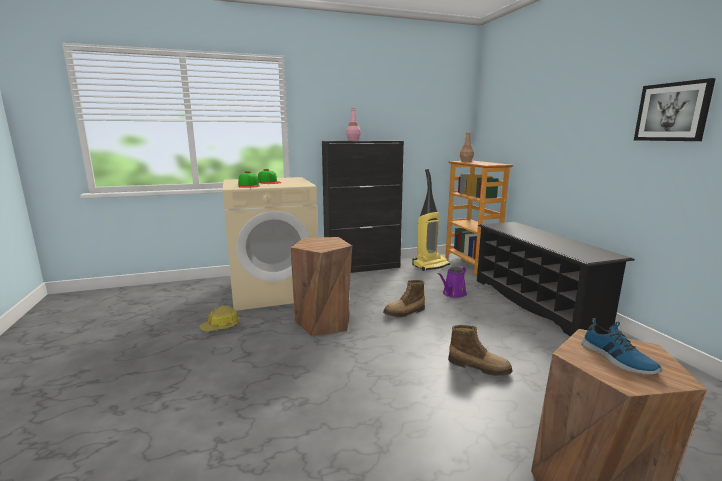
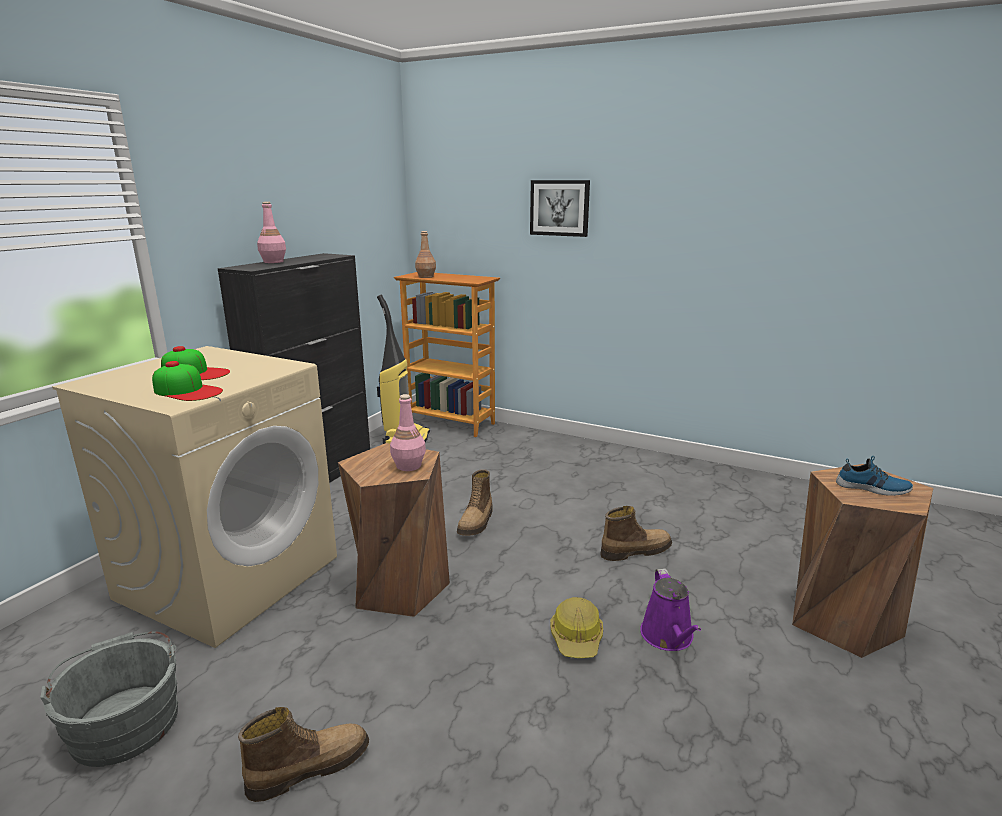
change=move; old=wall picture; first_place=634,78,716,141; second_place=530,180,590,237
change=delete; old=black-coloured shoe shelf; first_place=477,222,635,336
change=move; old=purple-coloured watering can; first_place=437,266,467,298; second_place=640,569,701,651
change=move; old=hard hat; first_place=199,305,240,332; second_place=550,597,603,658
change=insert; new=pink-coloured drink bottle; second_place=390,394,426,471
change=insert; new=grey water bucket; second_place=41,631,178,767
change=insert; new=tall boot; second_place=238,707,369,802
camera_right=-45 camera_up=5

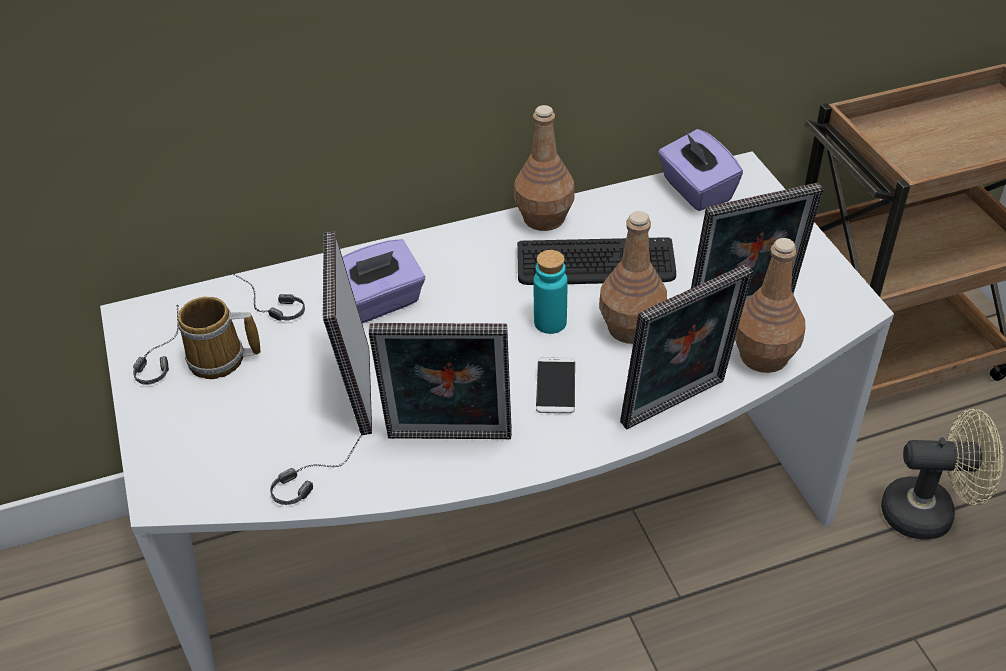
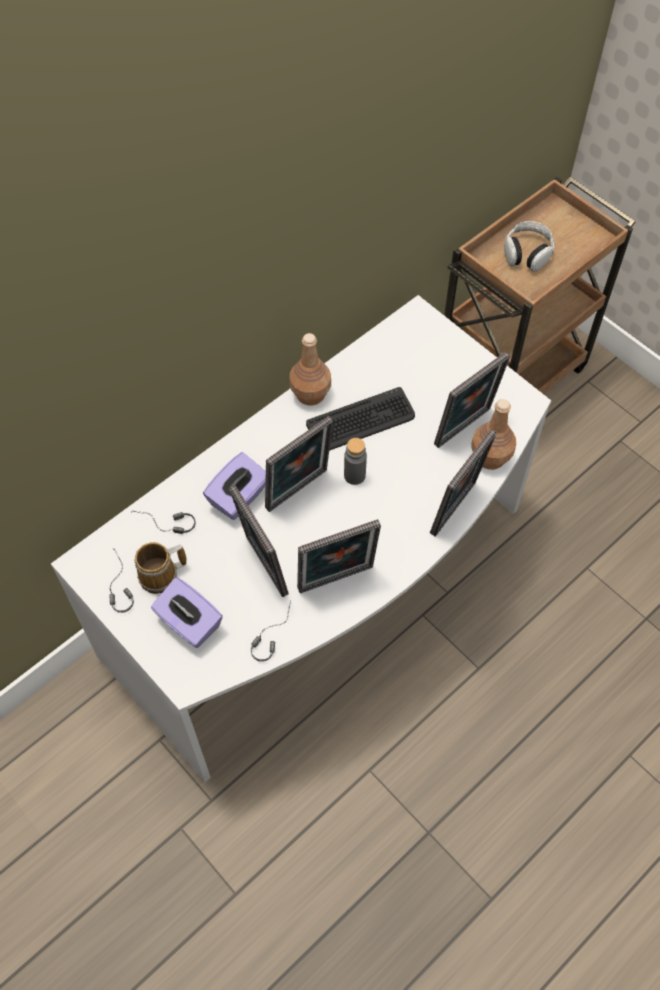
change=move; old=purple-coloured box of tissues; first_place=658,129,743,211; second_place=151,577,223,648
change=delete; old=brown drink bottle; first_place=599,211,667,344
change=recolor; old=blue-green drink bottle; new=grey drink bottle; first_place=534,250,567,334; second_place=344,438,367,485
change=delete; old=handset; first_place=536,357,575,414
change=delete; old=sand-coloured electric fan; first_place=881,409,1003,540
change=insert; new=headset; second_place=504,221,554,272
change=insert; new=standing frame; second_place=265,416,333,512
camera_right=-25 camera_up=15

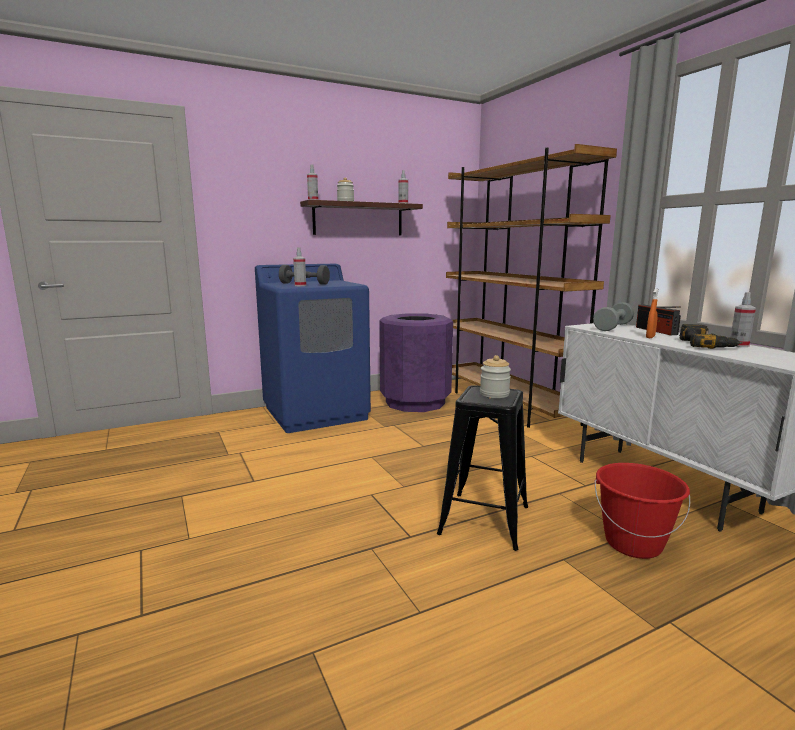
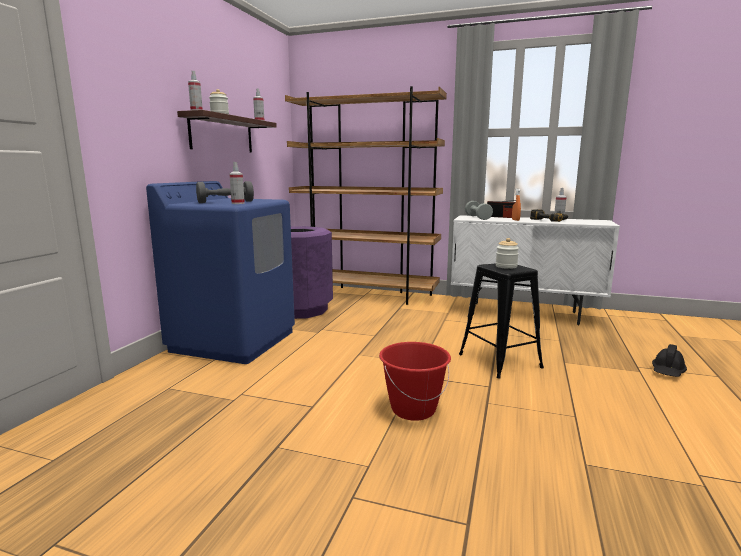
change=move; old=red water bucket; first_place=594,463,690,559; second_place=379,342,451,421
change=insert; new=black-coloured hard hat; second_place=652,344,687,377
camera_right=-45 camera_up=0

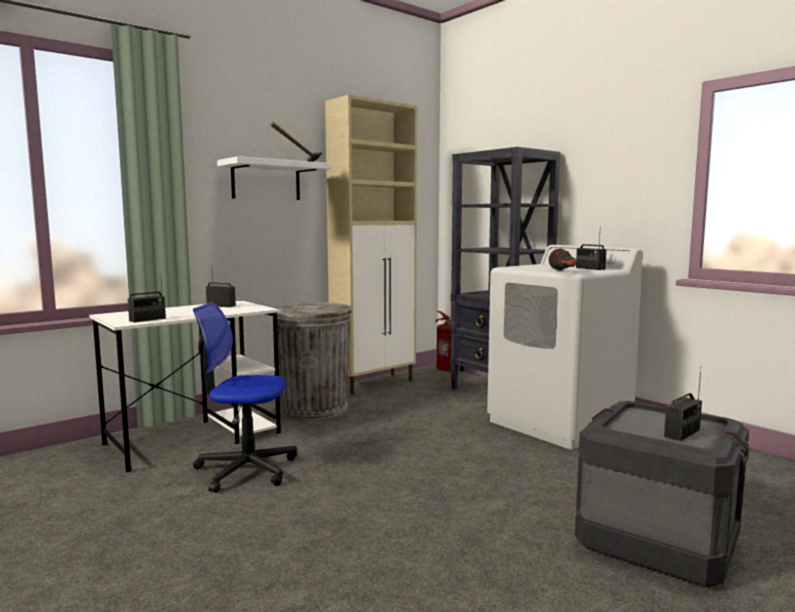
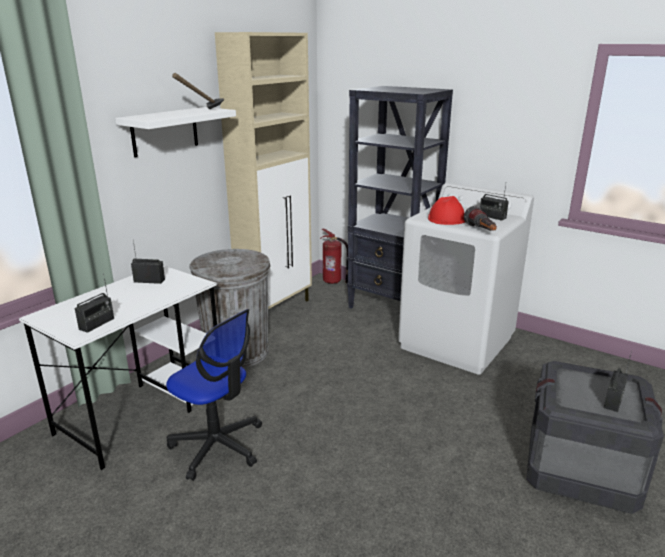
change=rotate; old=computer chair; first_place=193,302,297,493; second_place=166,309,262,481; degrees=-135
change=insert; new=red hard hat; second_place=428,196,465,225
camera_right=-15 camera_up=15

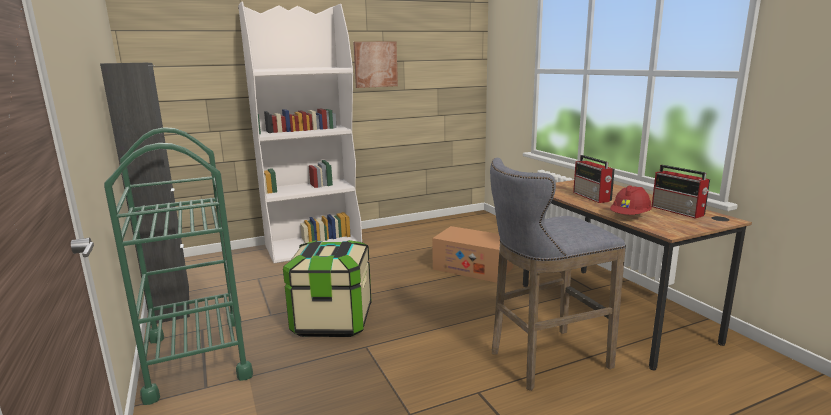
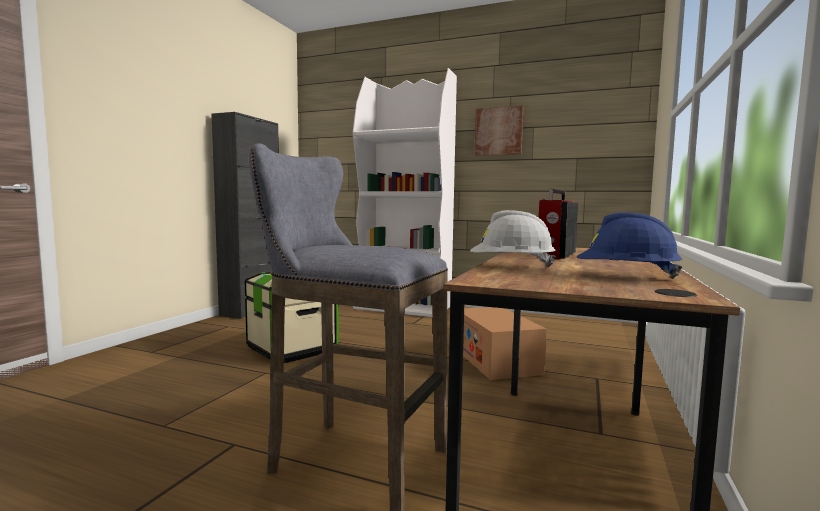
change=delete; old=greenish wheeled cart; first_place=104,127,253,405
change=replace; old=radio; new=blue-coloured hard hat; first_place=652,165,710,219; second_place=577,212,683,279
change=recolor; old=red hard hat; new=white hard hat; first_place=610,185,652,215; second_place=470,210,556,268
camera_right=45 camera_up=-10

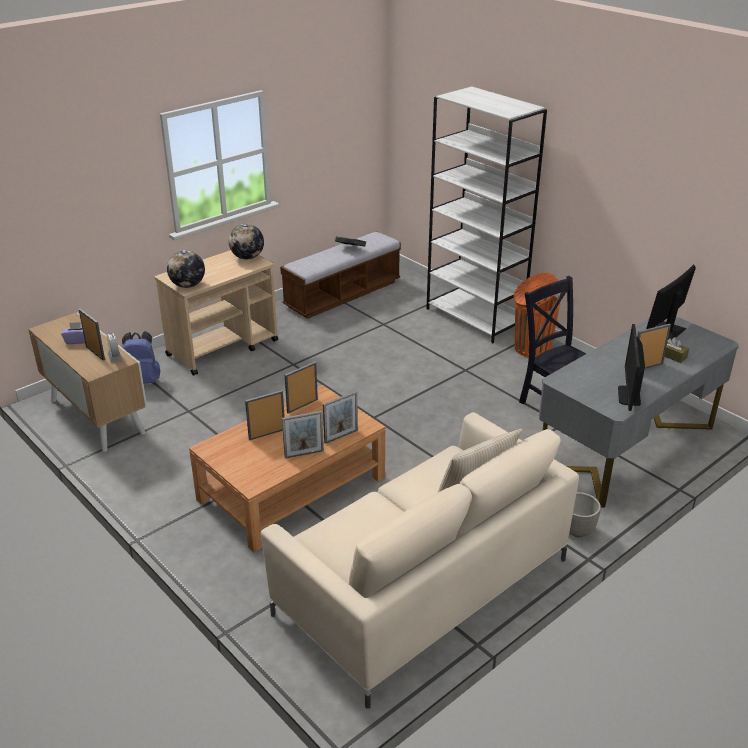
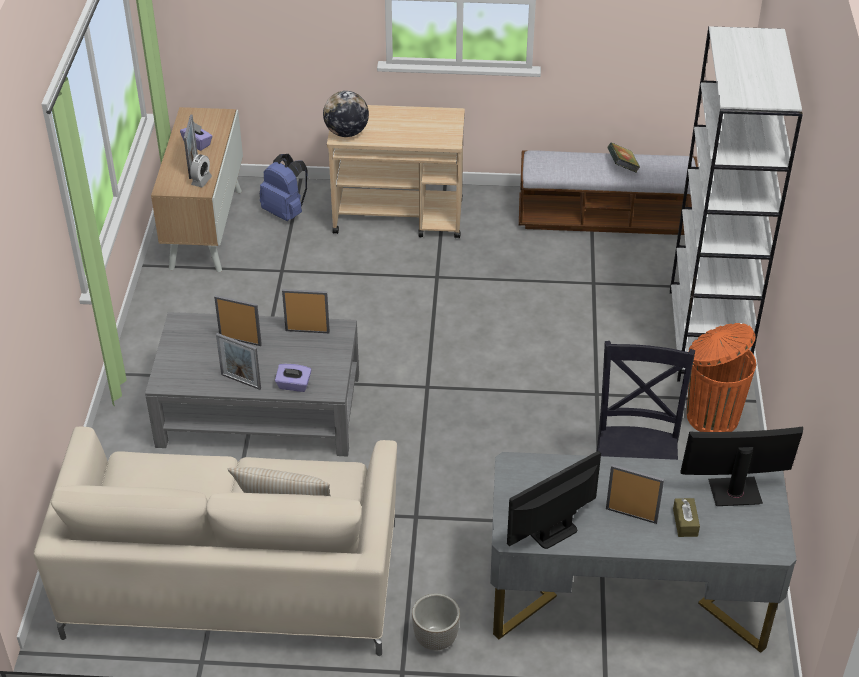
change=delete; old=desk globe; first_place=229,224,264,260
change=recolor; old=brown lounge table; new=grey lounge table; first_place=189,385,386,552; second_place=145,312,359,457
change=replace; old=standing frame; new=purple-coloured box of tissues; first_place=323,391,358,444; second_place=275,364,312,392
camera_right=45 camera_up=10

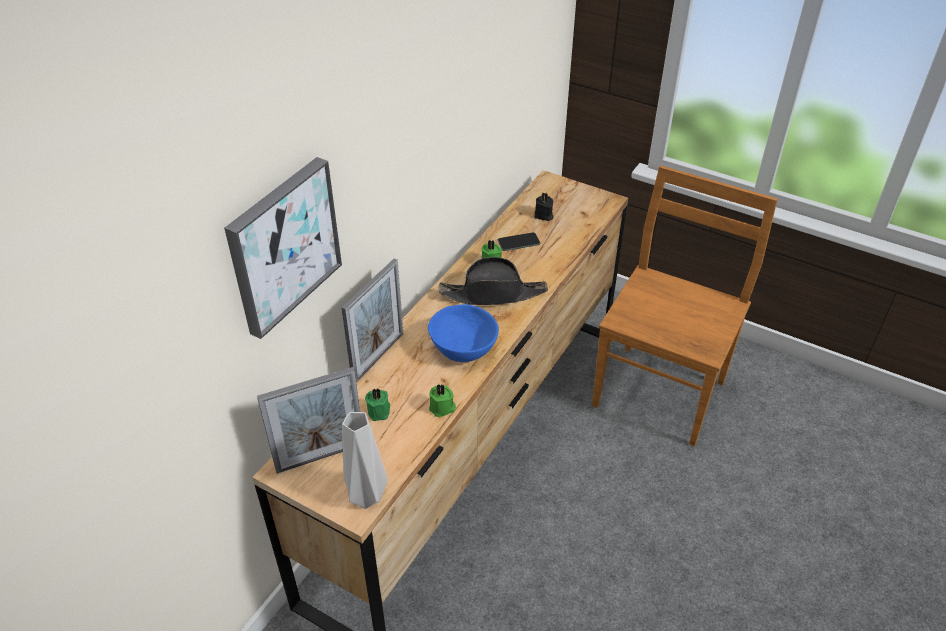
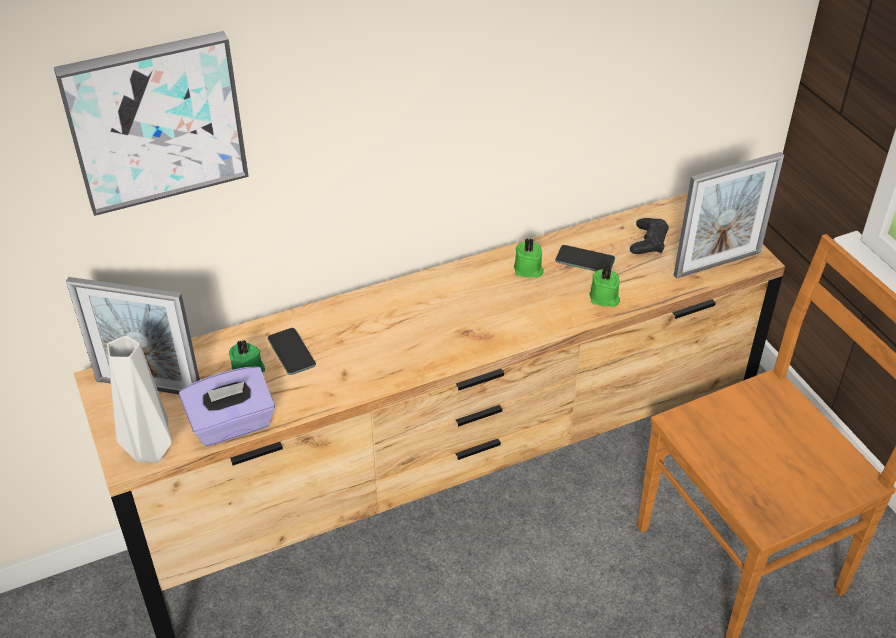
change=replace; old=black-coloured wax light; new=black-coloured joypad; first_place=534,193,553,221; second_place=630,218,669,254
change=delete; old=black-coloured wearable hat; first_place=438,257,548,305
change=move; old=standing frame; first_place=341,259,403,383; second_place=674,152,784,279
change=delete; old=blue-coloured bowl; first_place=428,304,499,362
change=move; old=greenish wax light; first_place=429,384,456,417; second_place=589,266,620,307
change=insert; new=handset; second_place=268,328,316,375
change=insert; new=purple-coloured box of tissues; second_place=179,367,275,447
camera_right=35 camera_up=0

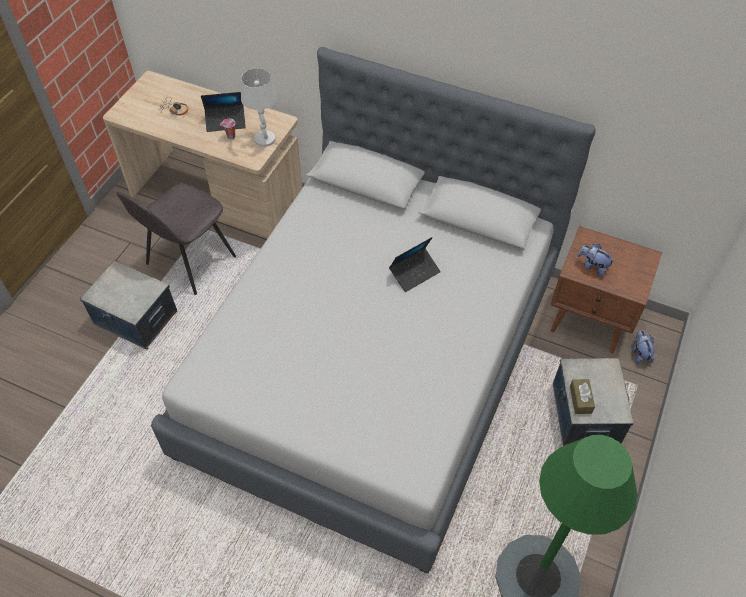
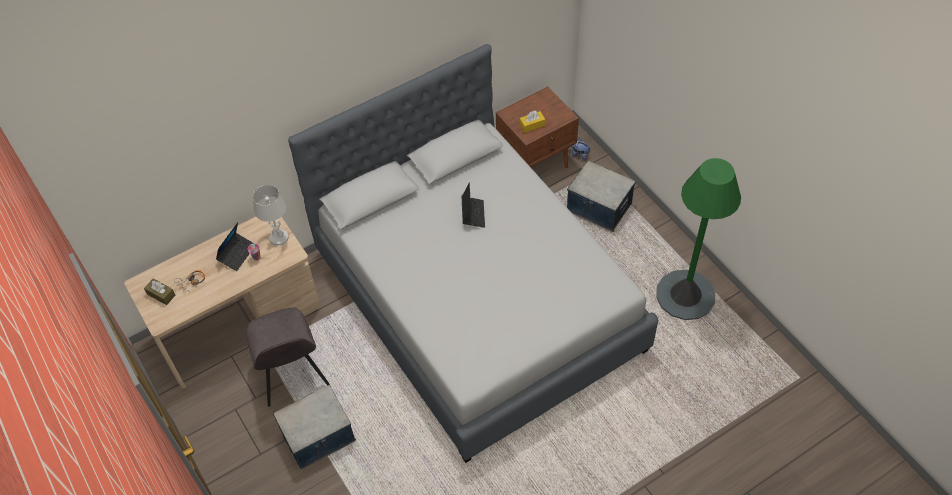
change=replace; old=plush toy; new=yellow-coloured box of tissues; first_place=577,244,615,277; second_place=520,111,545,133
change=move; old=brown box of tissues; first_place=570,379,595,414; second_place=144,278,176,305
camera_right=-55 camera_up=0

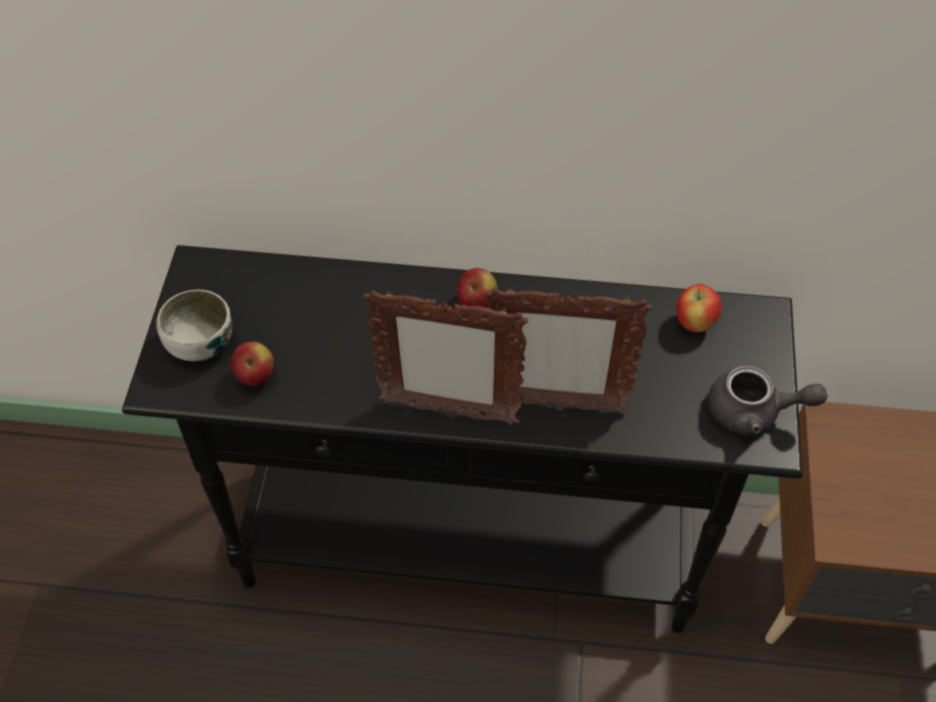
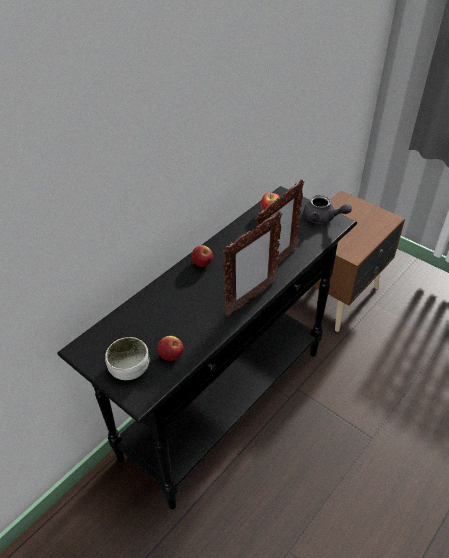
change=rotate; old=grey teapot; first_place=708,366,827,437; second_place=304,195,352,224; degrees=75
camera_right=-55 camera_up=-10

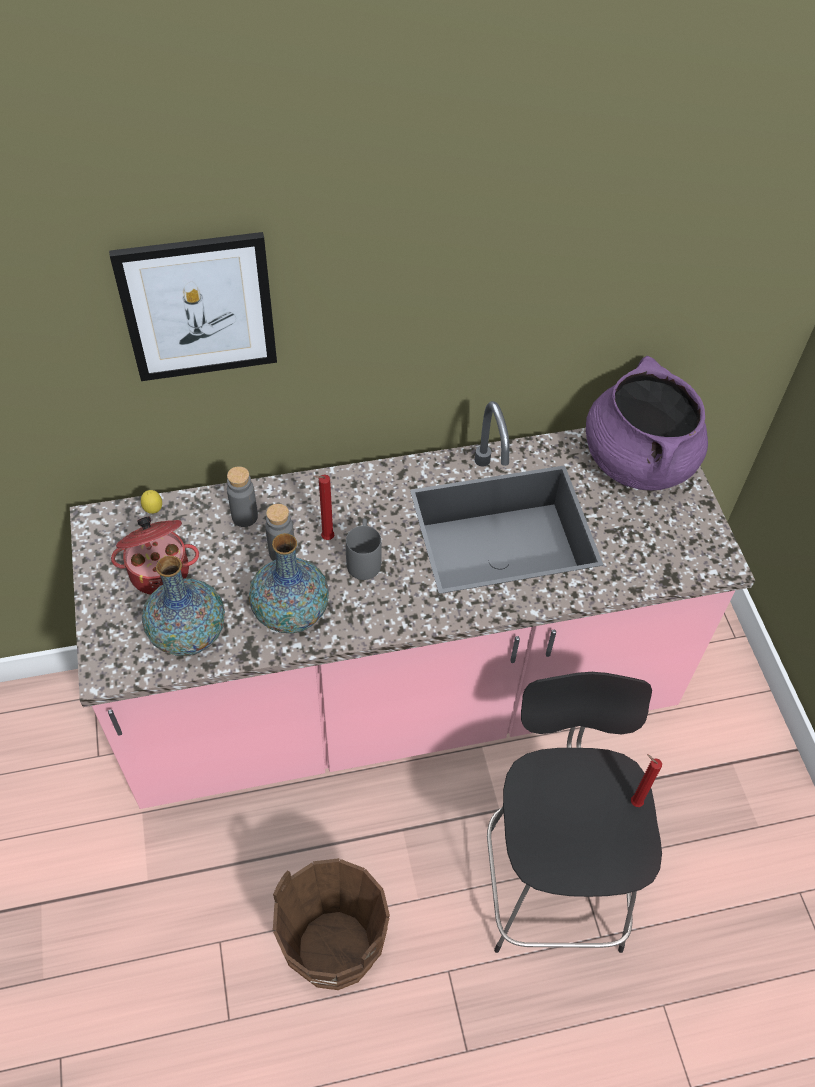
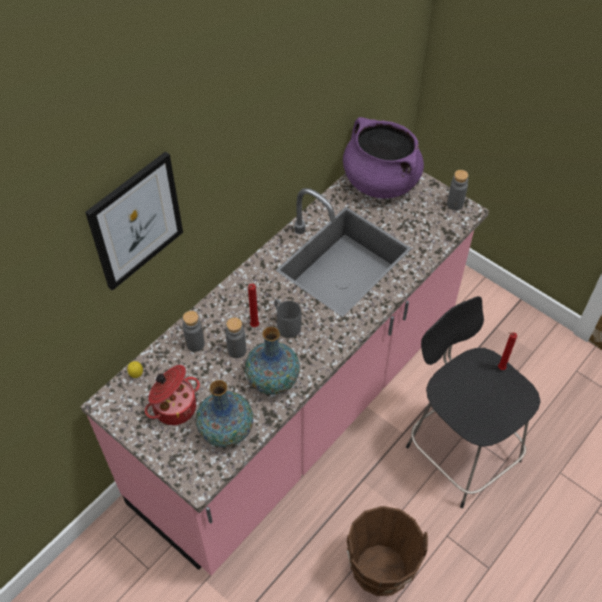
change=insert; new=grey drink bottle; second_place=447,170,468,210
camera_right=-35 camera_up=0

